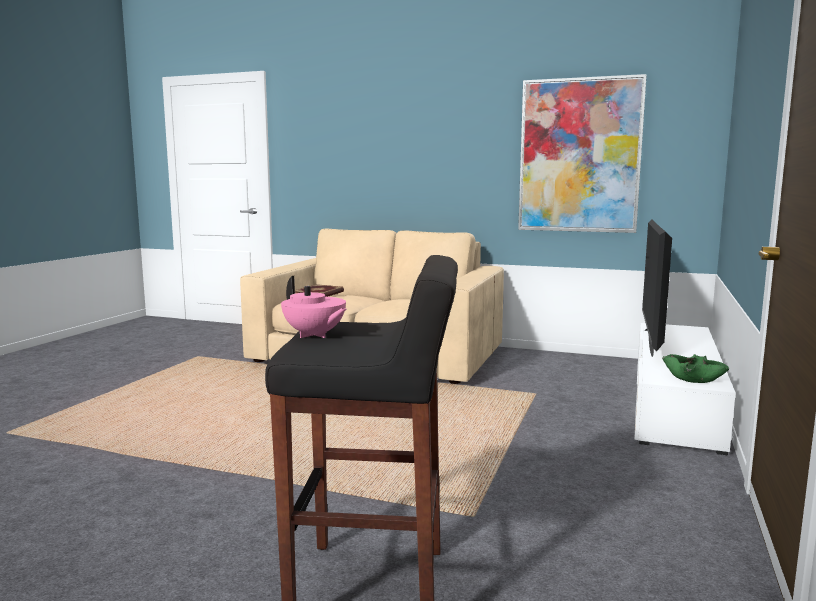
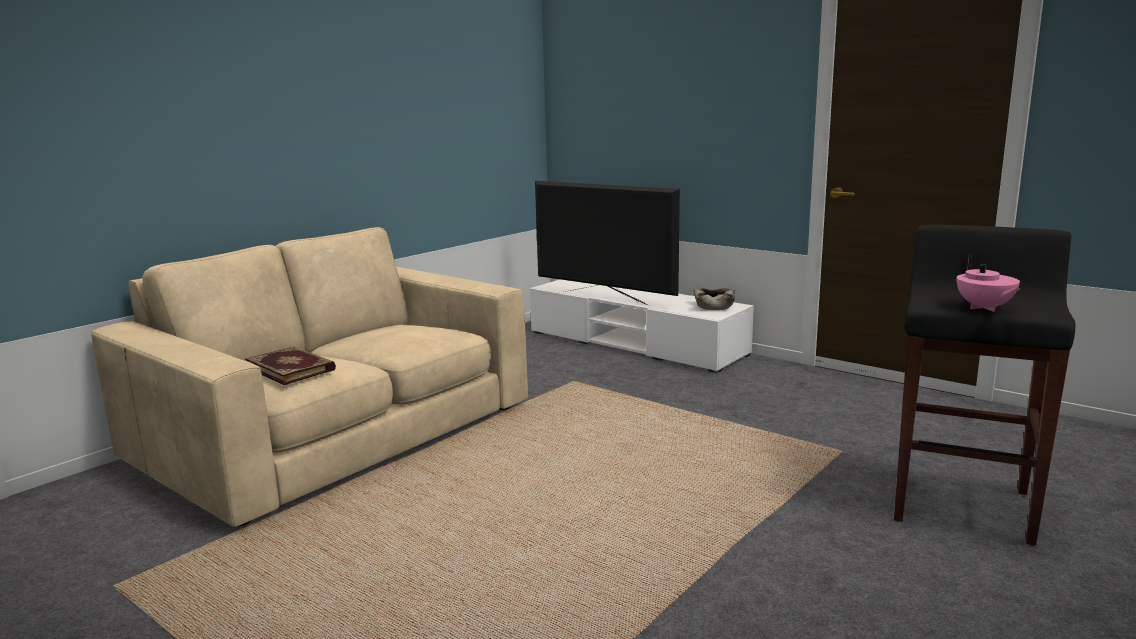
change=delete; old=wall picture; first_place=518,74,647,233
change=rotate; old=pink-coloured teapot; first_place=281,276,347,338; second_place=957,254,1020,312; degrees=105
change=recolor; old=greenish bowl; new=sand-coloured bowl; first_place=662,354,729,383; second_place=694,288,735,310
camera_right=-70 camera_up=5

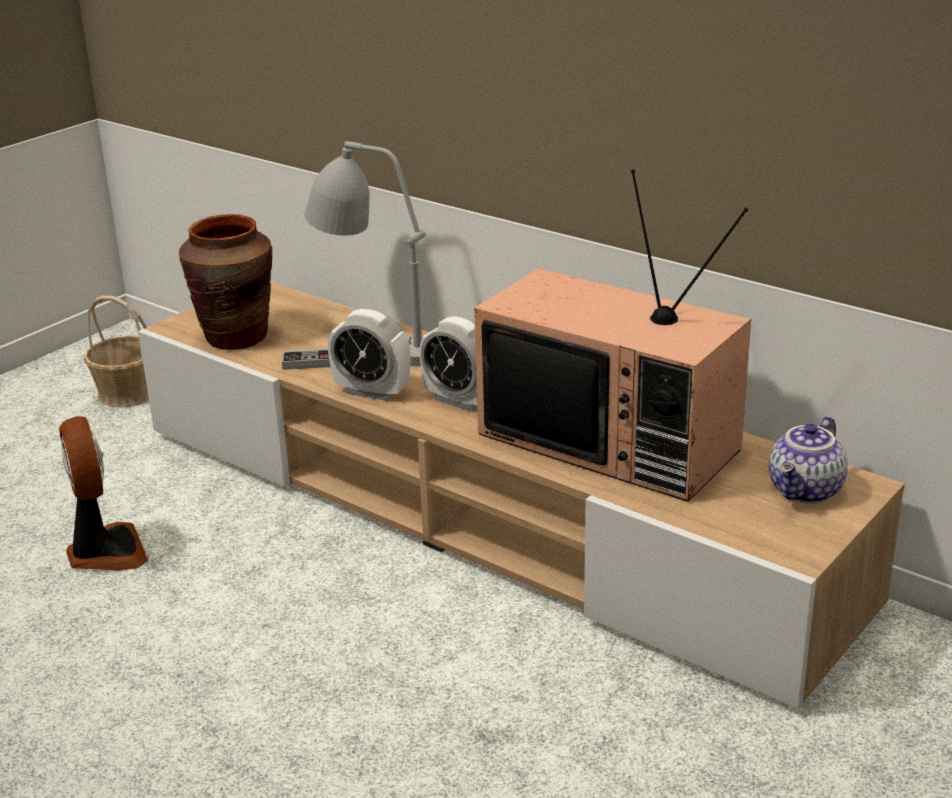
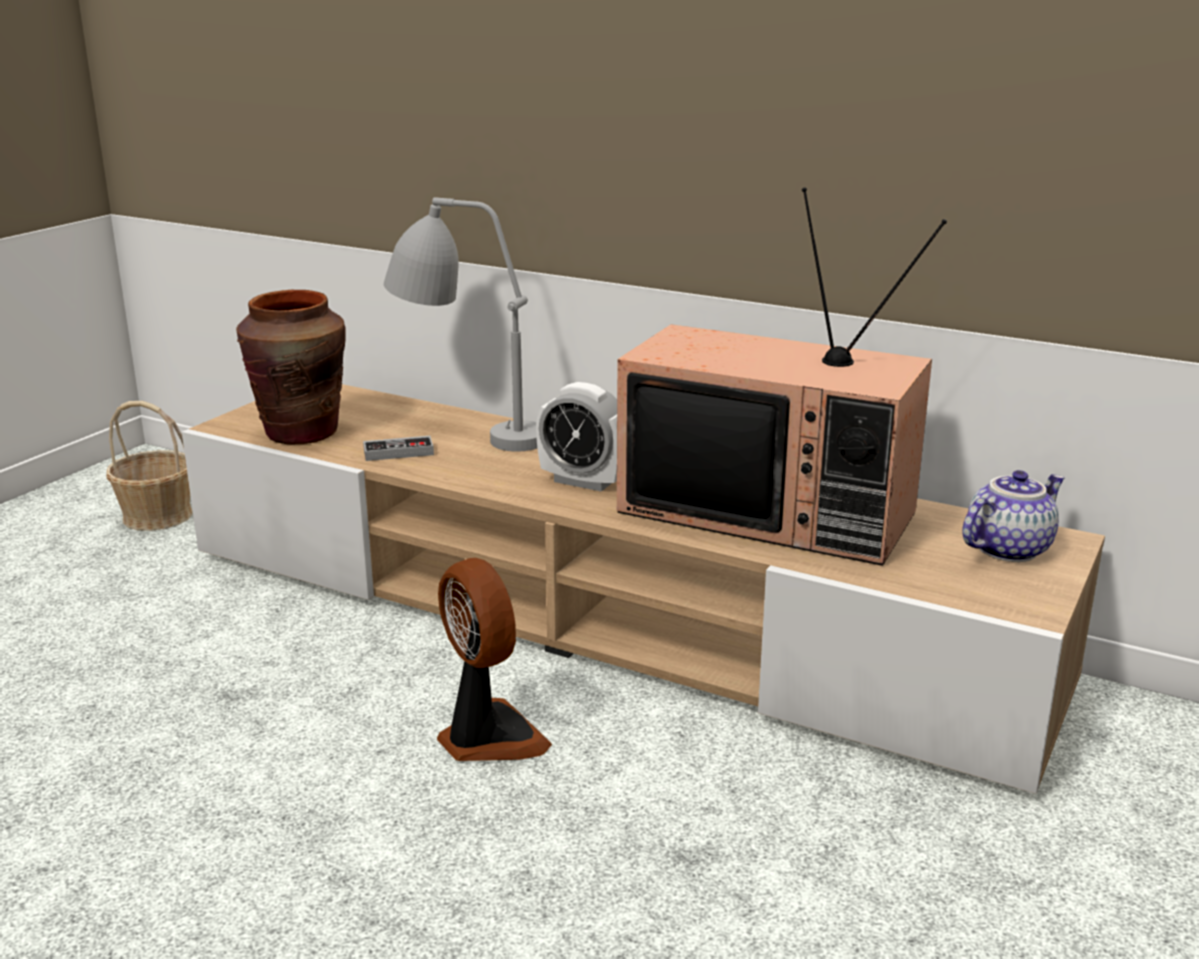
change=delete; old=table clock; first_place=328,309,410,401
change=move; old=electric fan; first_place=59,416,148,570; second_place=437,558,552,761
change=rotate; old=teapot; first_place=769,416,848,504; second_place=962,470,1065,562; degrees=-150
camera_right=-10 camera_up=-5

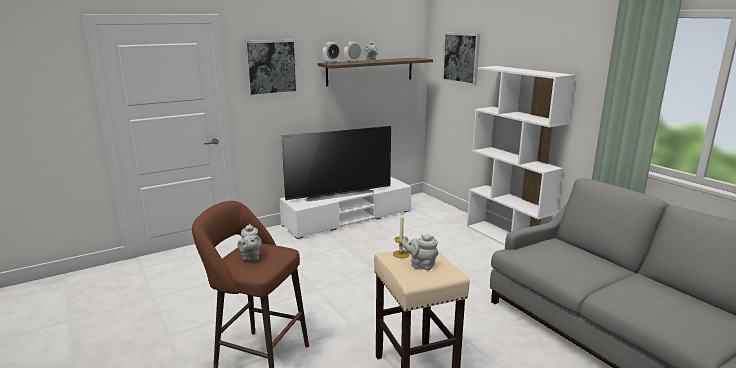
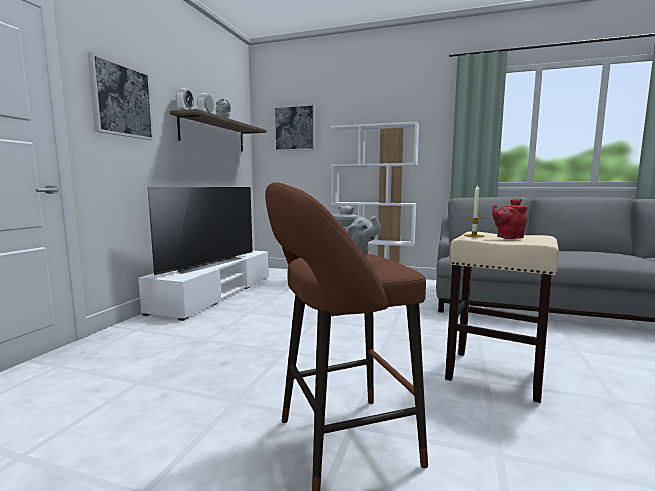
change=recolor; old=grey teapot; new=red teapot; first_place=402,235,438,270; second_place=492,199,528,239
camera_right=-40 camera_up=-10

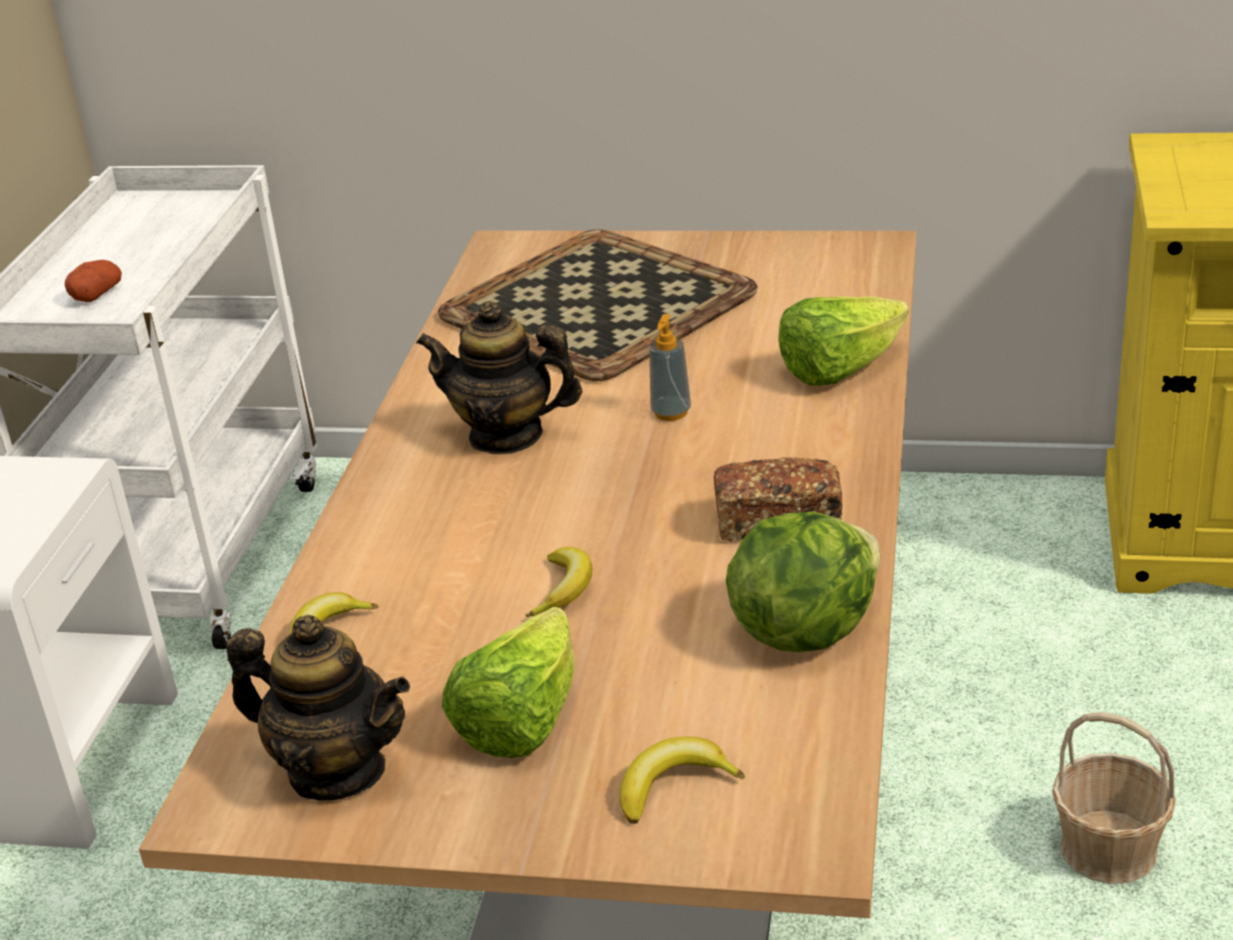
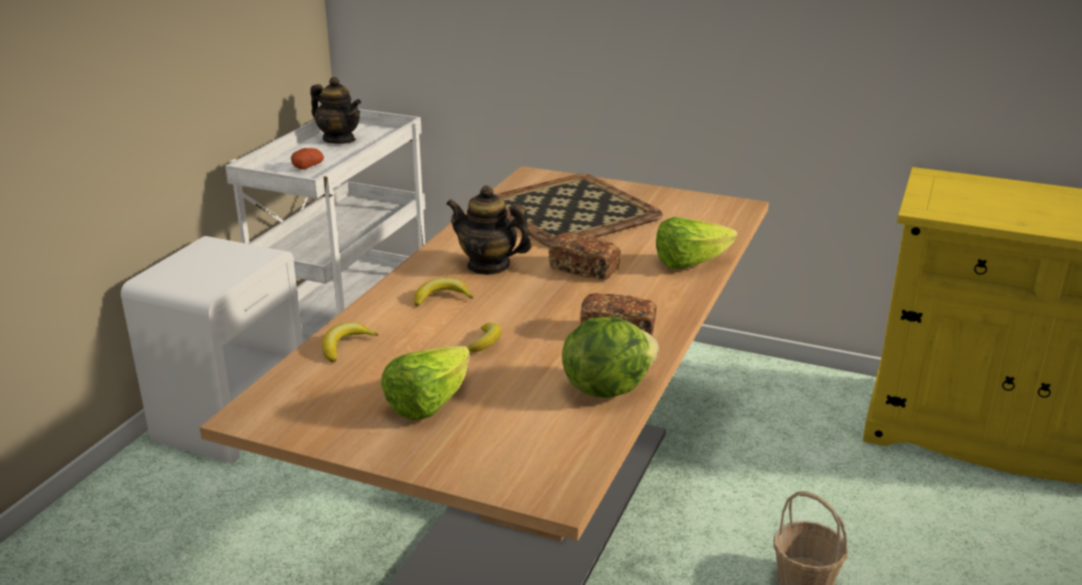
change=replace; old=liquid soap bottle; new=bakery bread; first_place=649,314,691,421; second_place=549,232,621,281
change=move; old=teapot; first_place=226,615,410,801; second_place=310,77,361,144
change=move; old=banana; first_place=620,737,745,824; second_place=414,278,473,307
camera_right=10 camera_up=-5

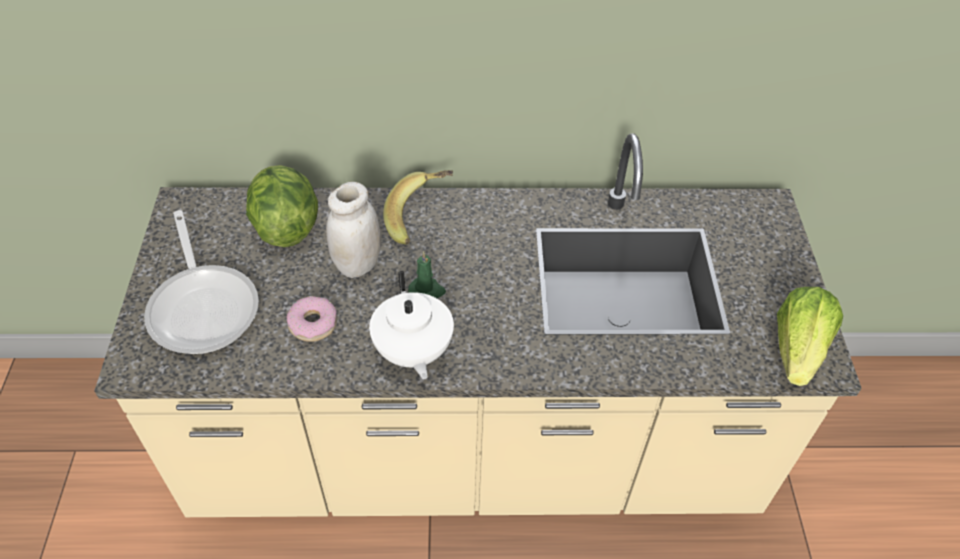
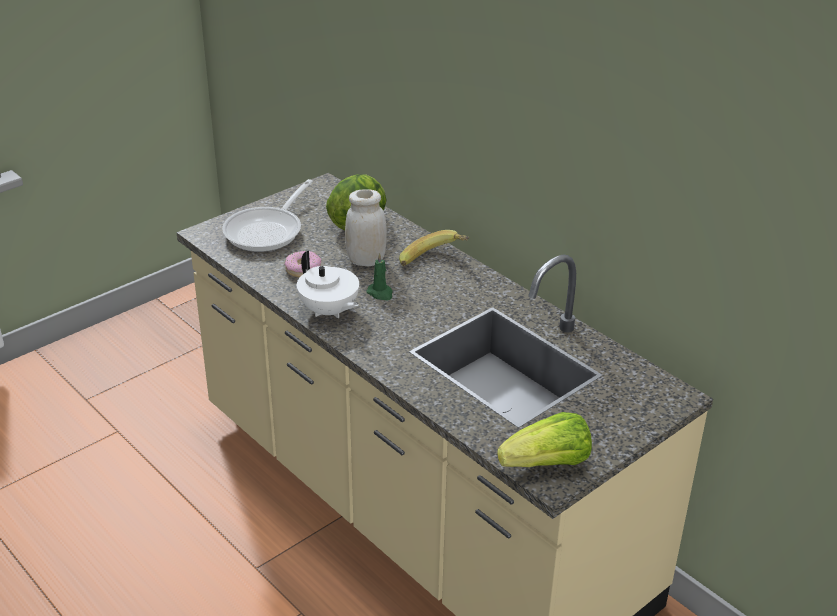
change=rotate; old=white teapot; first_place=369,271,454,380; second_place=297,251,359,318; degrees=-75
camera_right=50 camera_up=-15

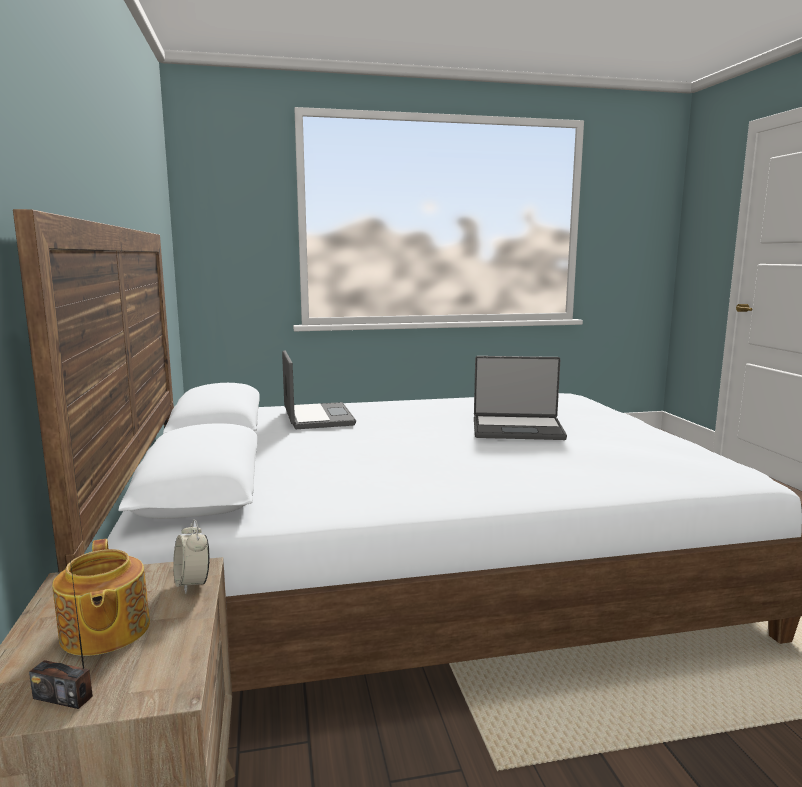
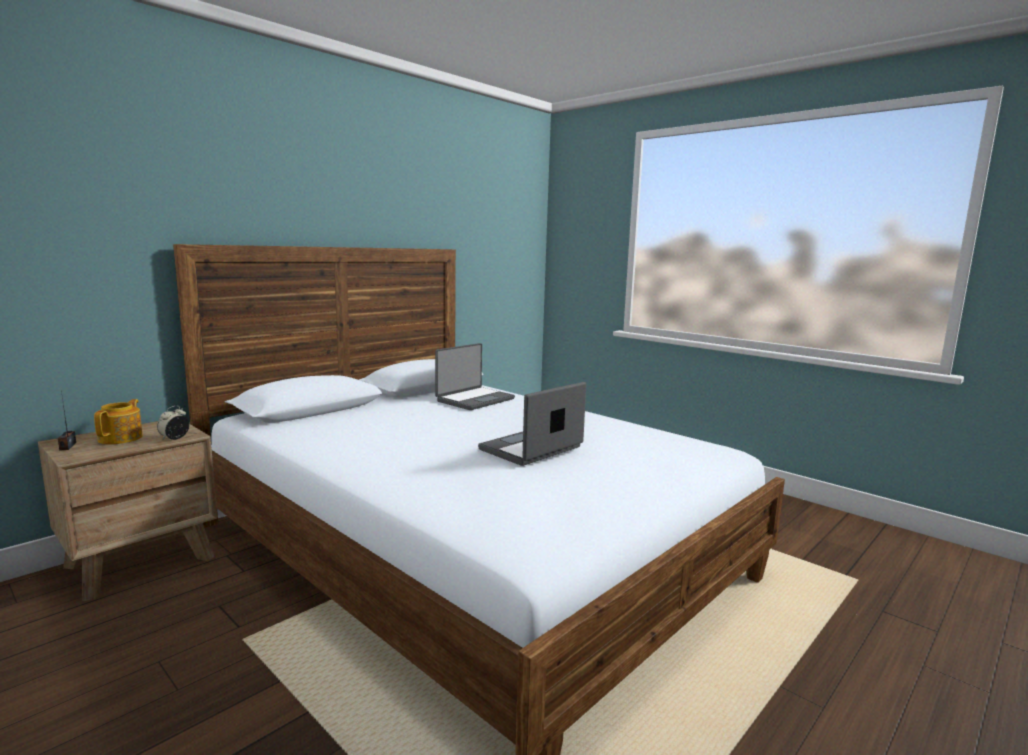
change=rotate; old=laptop; first_place=474,356,567,440; second_place=478,382,586,466; degrees=75
change=rotate; old=teapot; first_place=52,539,150,656; second_place=94,399,143,444; degrees=150
camera_right=55 camera_up=0

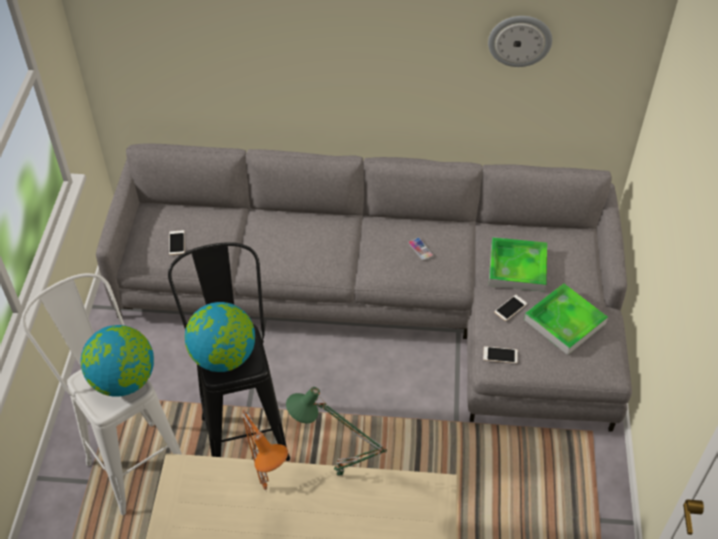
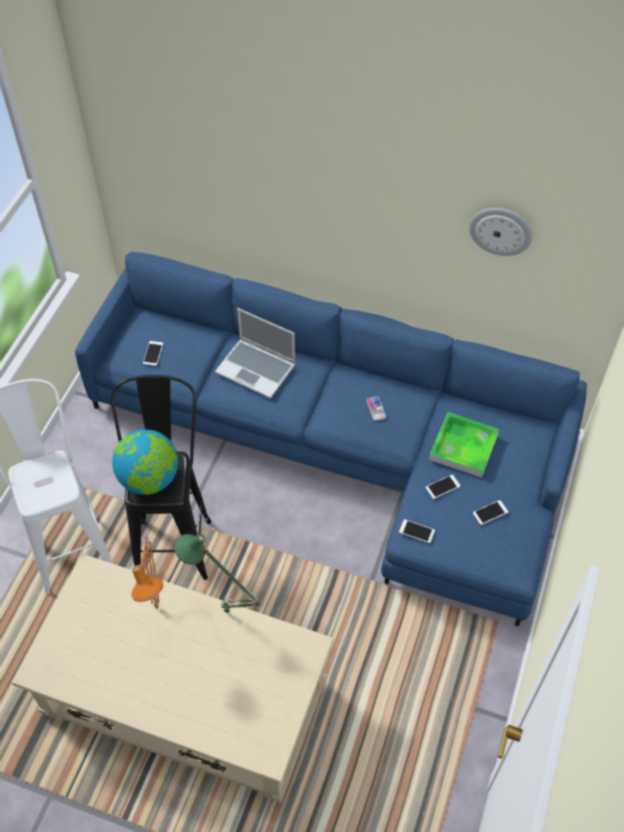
change=recolor; old=grey sofa; new=blue-coloured sofa; first_place=96,144,632,432; second_place=75,252,587,626
change=replace; old=carrying tray; new=handset; first_place=524,284,608,355; second_place=473,500,508,525
change=delete; old=desk globe; first_place=81,325,154,397
change=insert; new=laptop; second_place=215,308,296,399
camera_right=15 camera_up=5

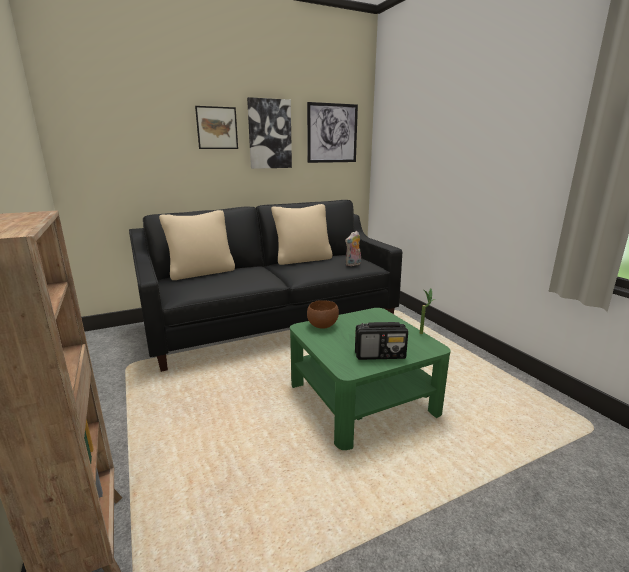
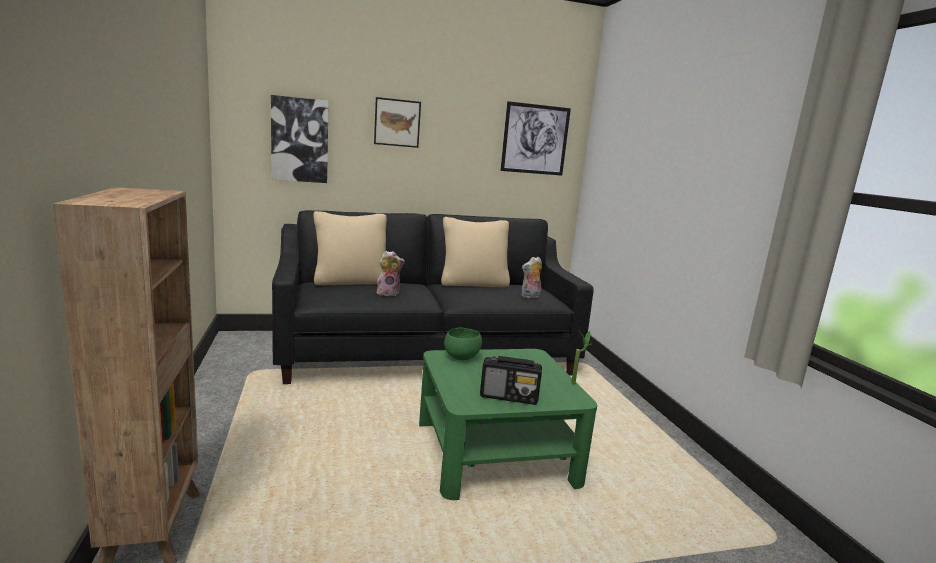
change=move; old=wall picture; first_place=247,97,292,169; second_place=271,95,329,183
change=recolor; old=brown bowl; new=greenish bowl; first_place=307,300,339,329; second_place=444,327,482,360
change=insert; new=plush toy; second_place=377,251,405,296
camera_right=10 camera_up=-5

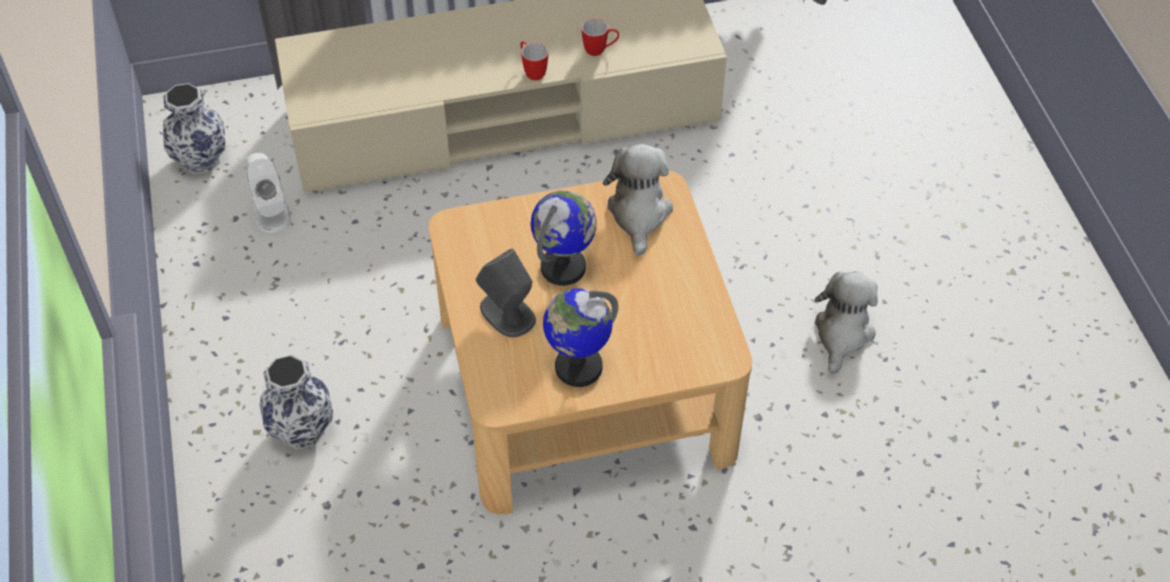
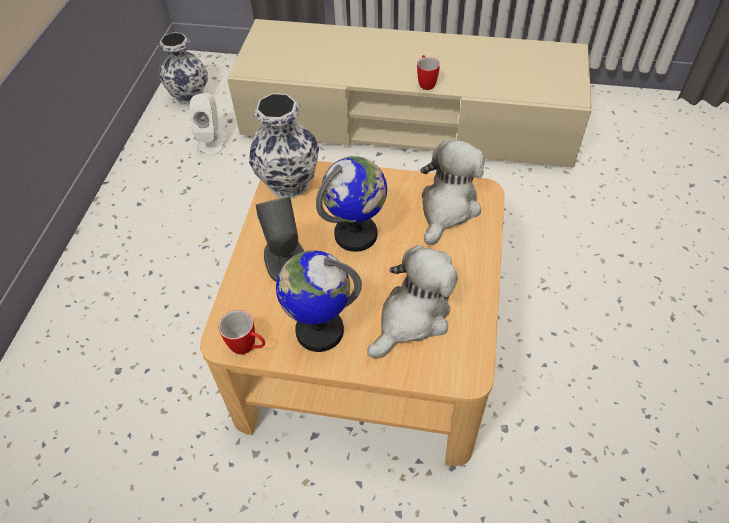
change=move; old=mug; first_place=581,18,619,56; second_place=218,310,265,354
change=move; old=plush toy; first_place=815,271,878,374; second_place=367,245,458,358
change=move; old=flower vase; first_place=259,355,333,450; second_place=249,93,319,198
camera_right=25 camera_up=0

